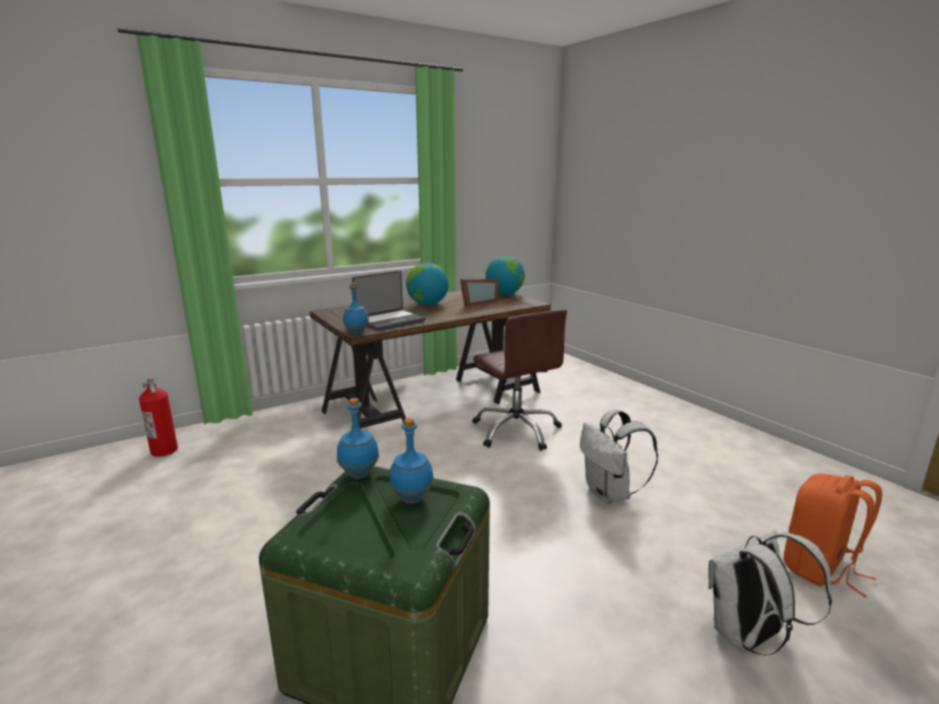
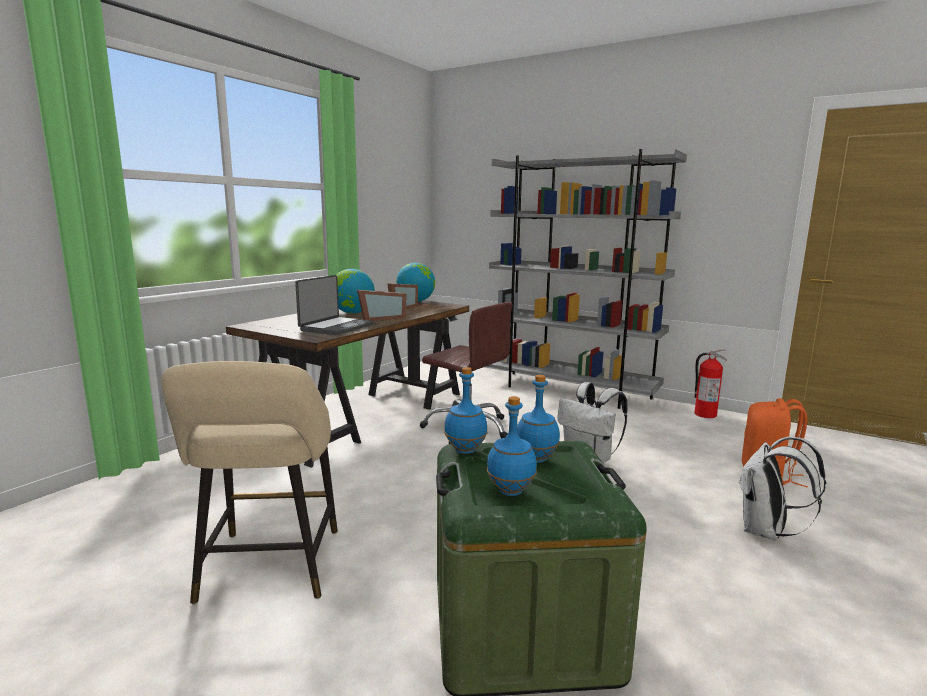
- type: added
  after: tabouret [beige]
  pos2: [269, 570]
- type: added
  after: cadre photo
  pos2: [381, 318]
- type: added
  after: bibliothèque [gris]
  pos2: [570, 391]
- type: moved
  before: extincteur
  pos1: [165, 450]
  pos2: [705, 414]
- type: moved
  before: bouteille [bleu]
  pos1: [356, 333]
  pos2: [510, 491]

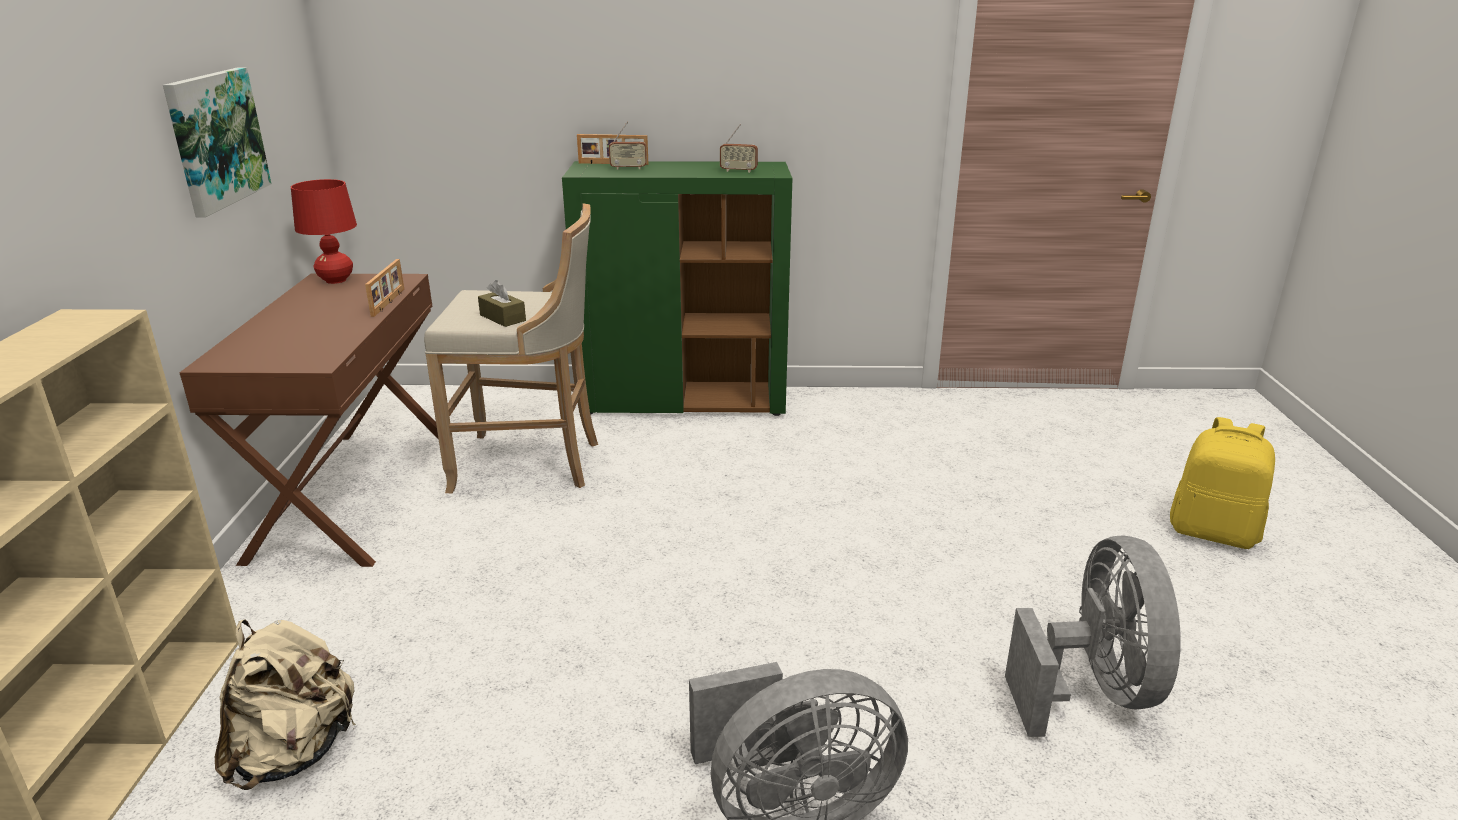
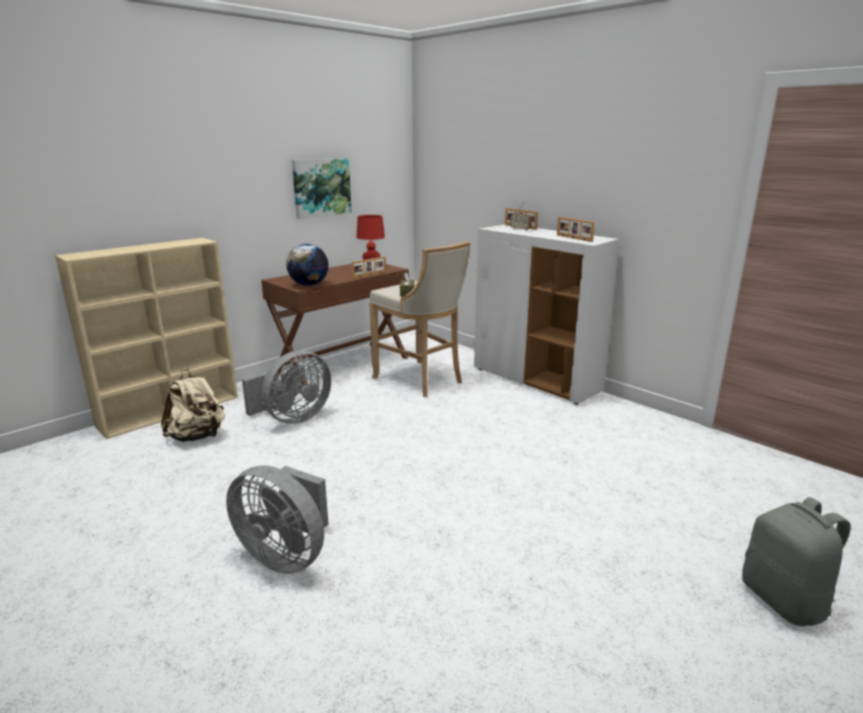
- type: added
  after: globe
  pos2: [308, 285]
- type: moved
  before: ventilateur [gris]
  pos1: [1092, 690]
  pos2: [292, 418]
- type: replaced
  before: radio
  after: cadre photo
  pos1: [738, 171]
  pos2: [573, 238]
- type: recoloured
  before: meuble de rangement [vert]
  after: meuble de rangement [blanc]
  pos1: [685, 401]
  pos2: [536, 380]
- type: recoloured
  before: sac à dos [jaune]
  after: sac à dos [gris]
  pos1: [1213, 532]
  pos2: [785, 601]

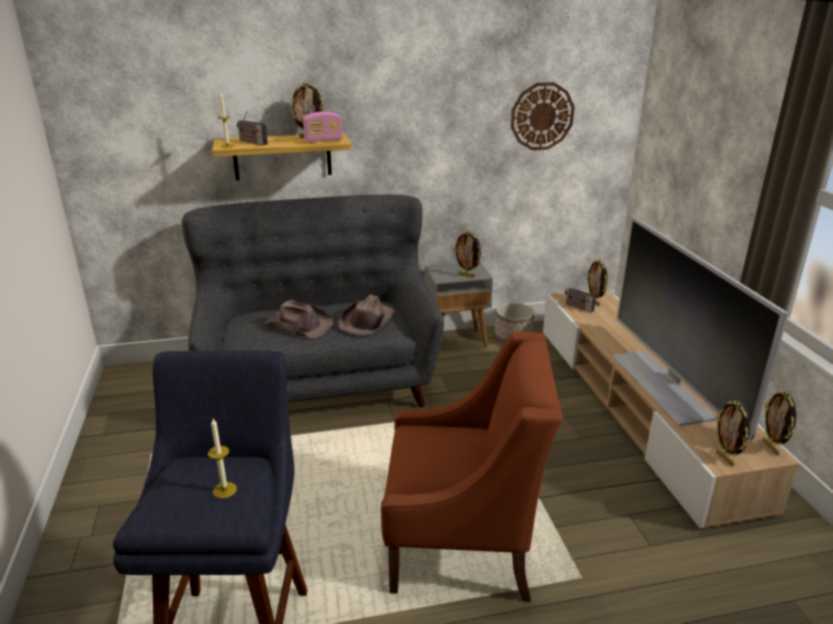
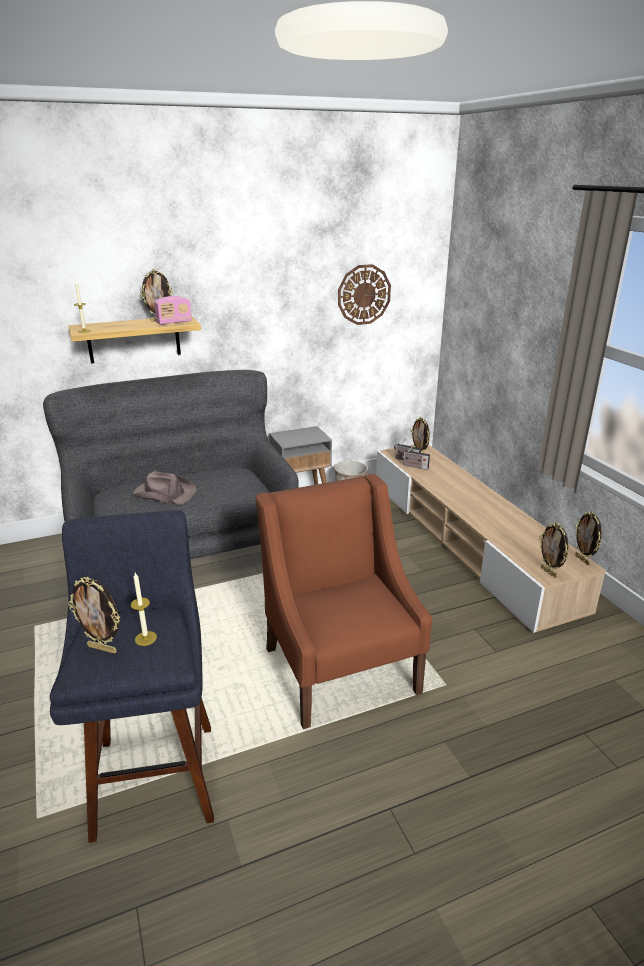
- type: removed
  before: chapeau [marron]
  pos1: [367, 321]
- type: removed
  before: téléviseur
  pos1: [663, 385]
- type: moved
  before: radio
  pos1: [252, 142]
  pos2: [414, 466]
- type: moved
  before: cadre photo
  pos1: [467, 275]
  pos2: [103, 648]
- type: turned
  before: fauteuil [marron]
  pos1: [463, 542]
  pos2: [340, 668]
  turn: -105

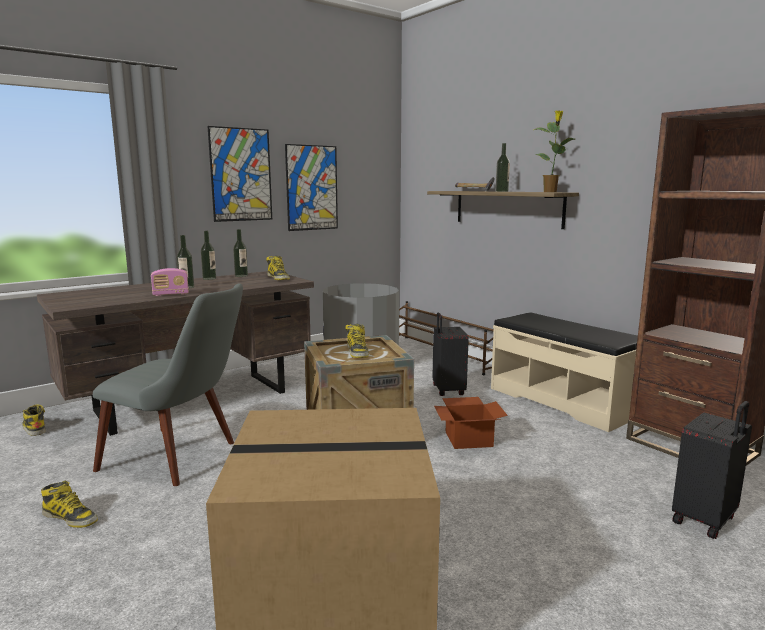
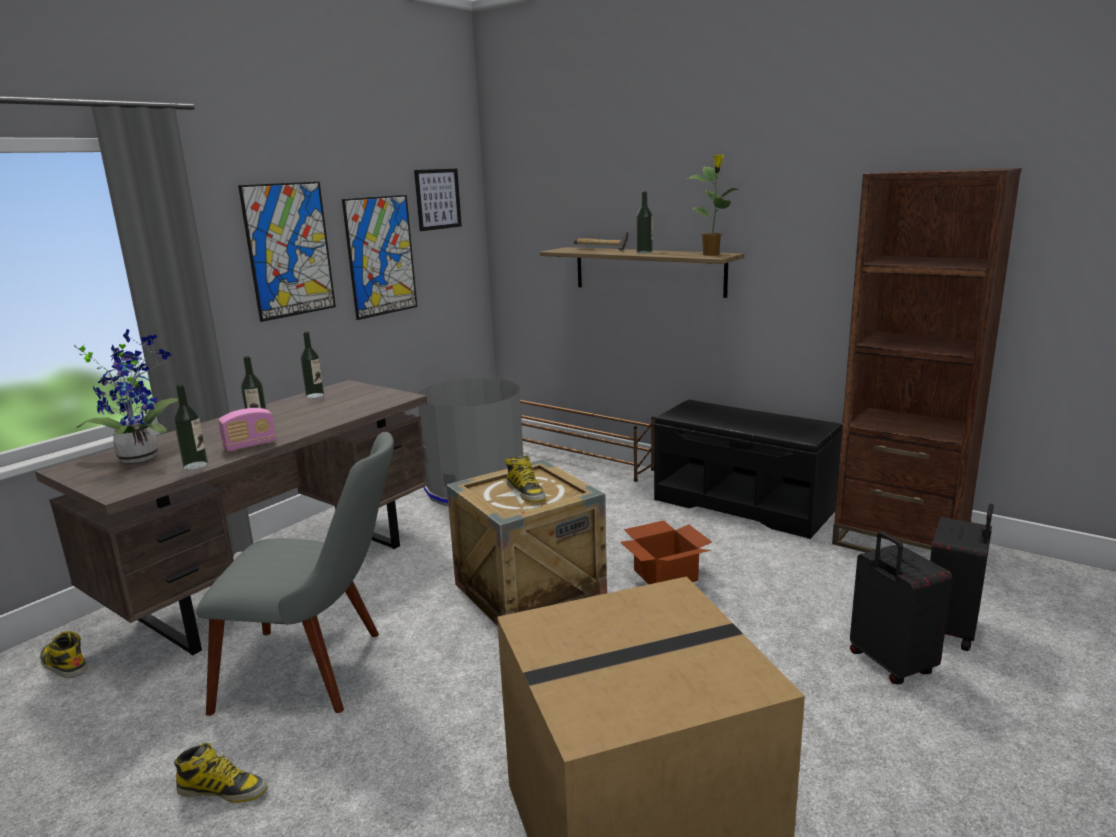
- type: removed
  before: botte
  pos1: [278, 278]
- type: added
  after: plante en pot
  pos2: [141, 456]
- type: added
  after: tableau
  pos2: [438, 199]
- type: moved
  before: bouteille
  pos1: [209, 278]
  pos2: [195, 465]
- type: moved
  before: valise [noir]
  pos1: [447, 390]
  pos2: [889, 664]
- type: recoloured
  before: banc [beige]
  after: banc [noir]
  pos1: [563, 401]
  pos2: [743, 504]

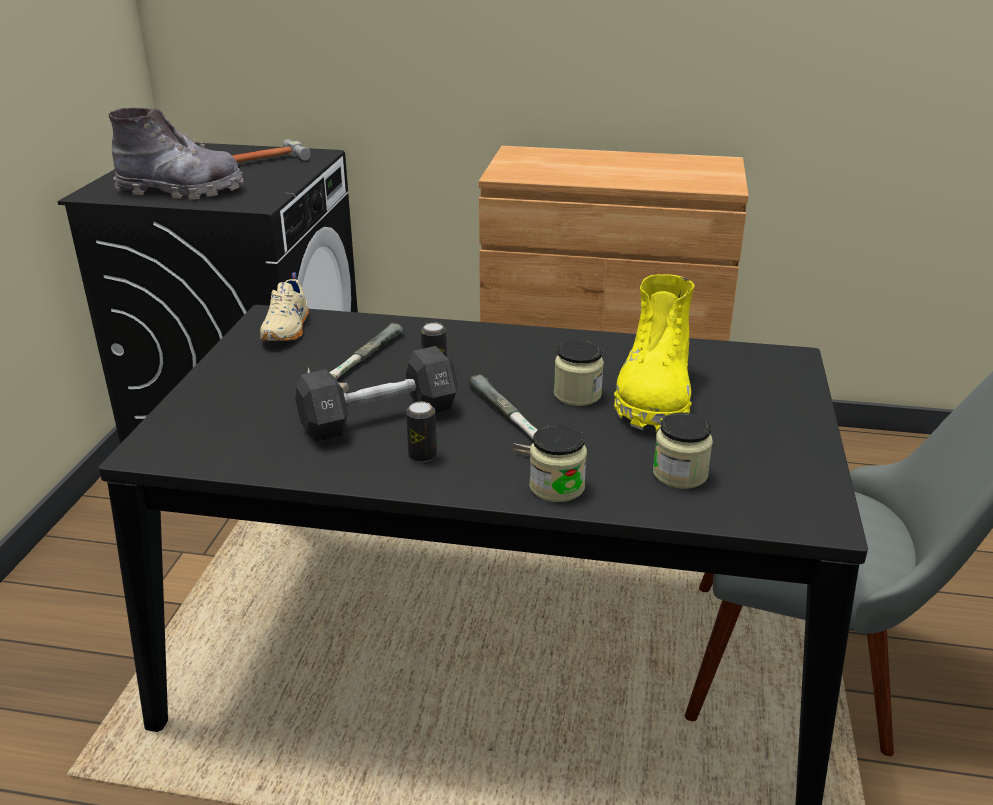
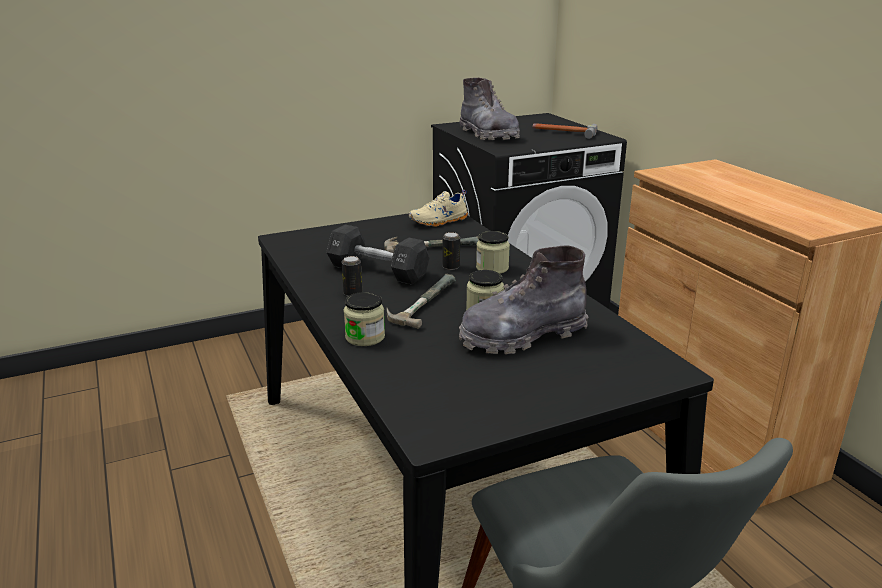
- type: moved
  before: bocal
  pos1: [680, 474]
  pos2: [492, 268]
- type: recoloured
  before: botte [jaune]
  after: botte [gris]
  pos1: [654, 396]
  pos2: [522, 336]

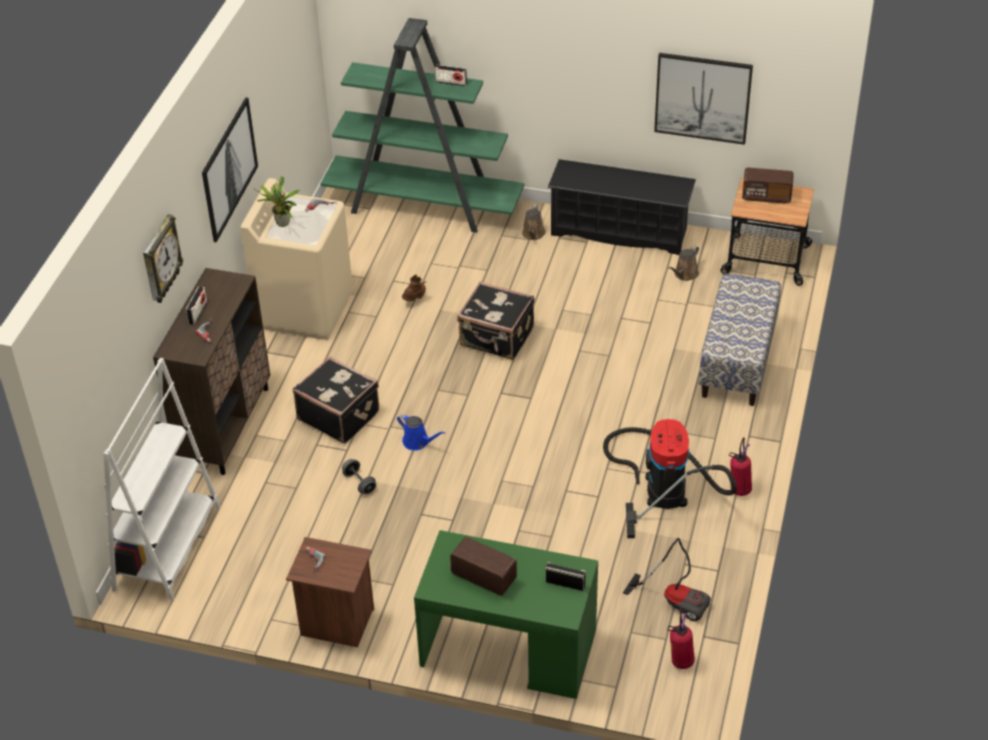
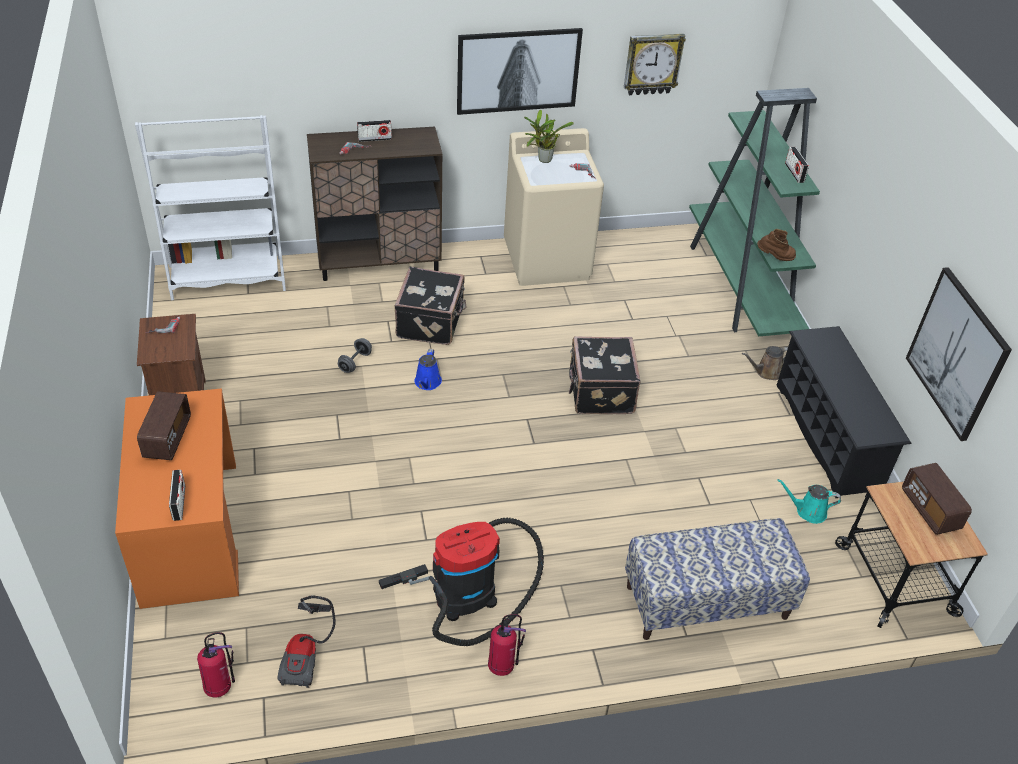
- type: moved
  before: horloge murale
  pos1: [160, 260]
  pos2: [652, 63]
- type: moved
  before: botte [marron]
  pos1: [415, 299]
  pos2: [775, 257]
- type: recoloured
  before: bureau [vert]
  after: bureau [orange]
  pos1: [508, 648]
  pos2: [190, 532]
- type: recoloured
  before: arrosoir [marron]
  after: arrosoir [turquoise]
  pos1: [685, 274]
  pos2: [808, 511]

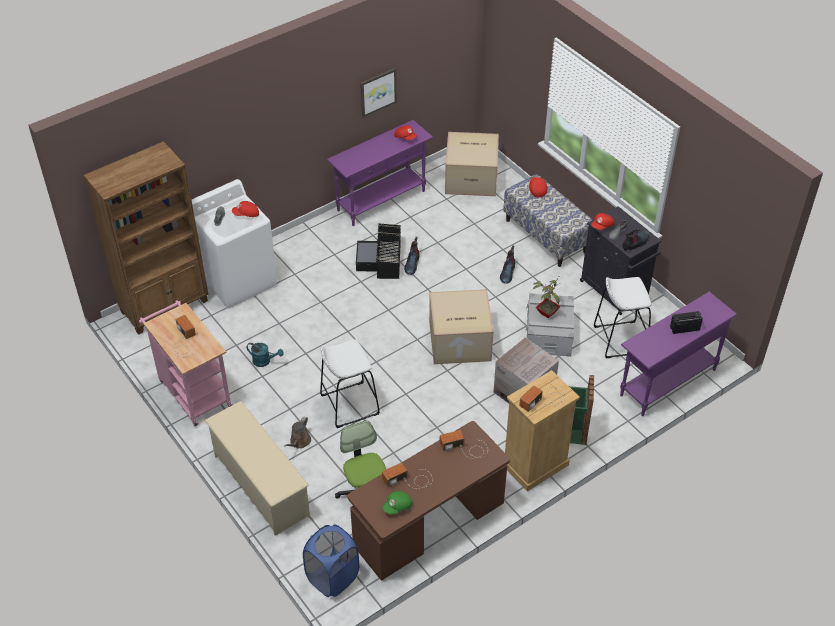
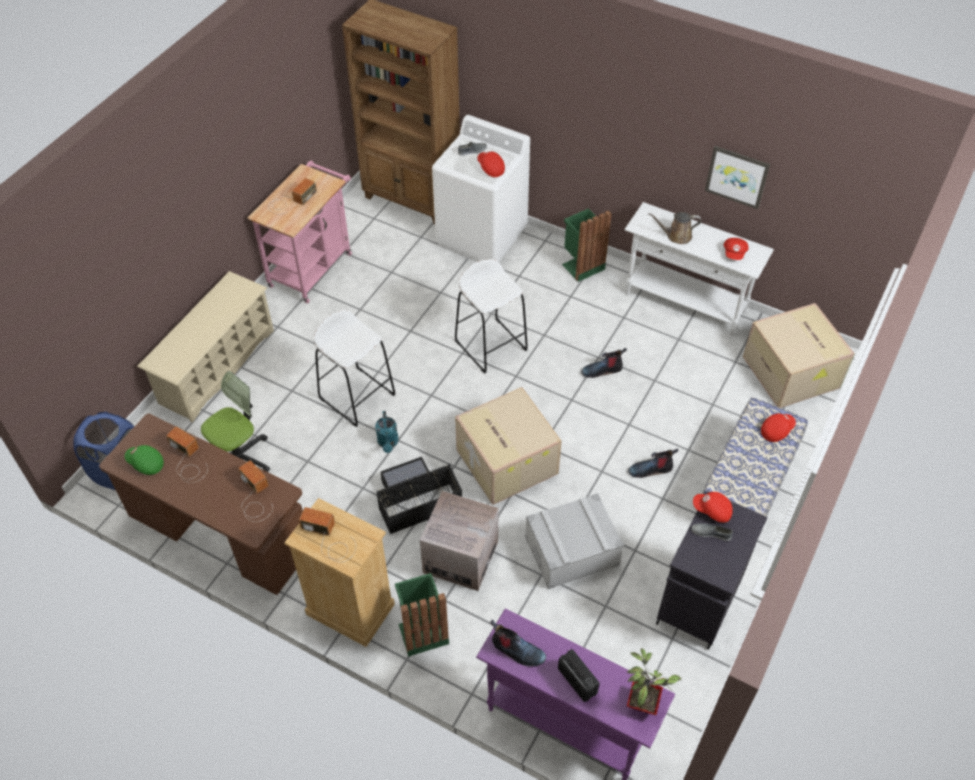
- type: added
  after: poubelle [vert]
  pos2: [582, 265]
- type: moved
  before: arrosoir [turquoise]
  pos1: [264, 361]
  pos2: [388, 443]
- type: moved
  before: arrosoir [marron]
  pos1: [299, 442]
  pos2: [676, 236]
- type: moved
  before: boîte de rangement [noir]
  pos1: [382, 260]
  pos2: [415, 500]
- type: moved
  before: plante en pot
  pos1: [546, 312]
  pos2: [643, 701]
- type: moved
  before: tabouret [blanc]
  pos1: [620, 339]
  pos2: [491, 345]
- type: moved
  before: botte
  pos1: [635, 243]
  pos2: [517, 651]
- type: recoloured
  before: table console [violet]
  after: table console [blanc]
  pos1: [381, 201]
  pos2: [685, 303]

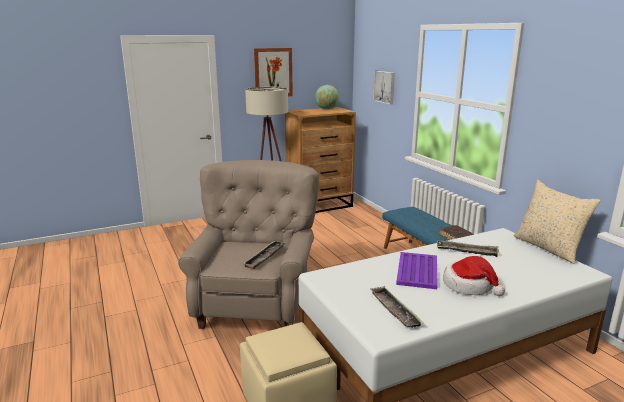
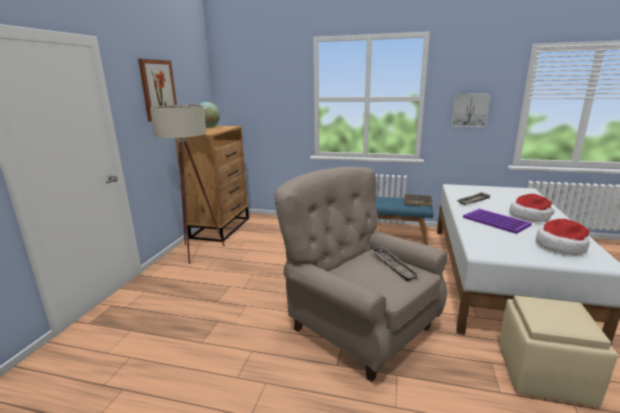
- type: removed
  before: coussin [beige]
  pos1: [548, 248]
- type: moved
  before: tableau
  pos1: [385, 87]
  pos2: [469, 110]
- type: replaced
  before: plateau
  after: chapeau
  pos1: [394, 310]
  pos2: [561, 246]

